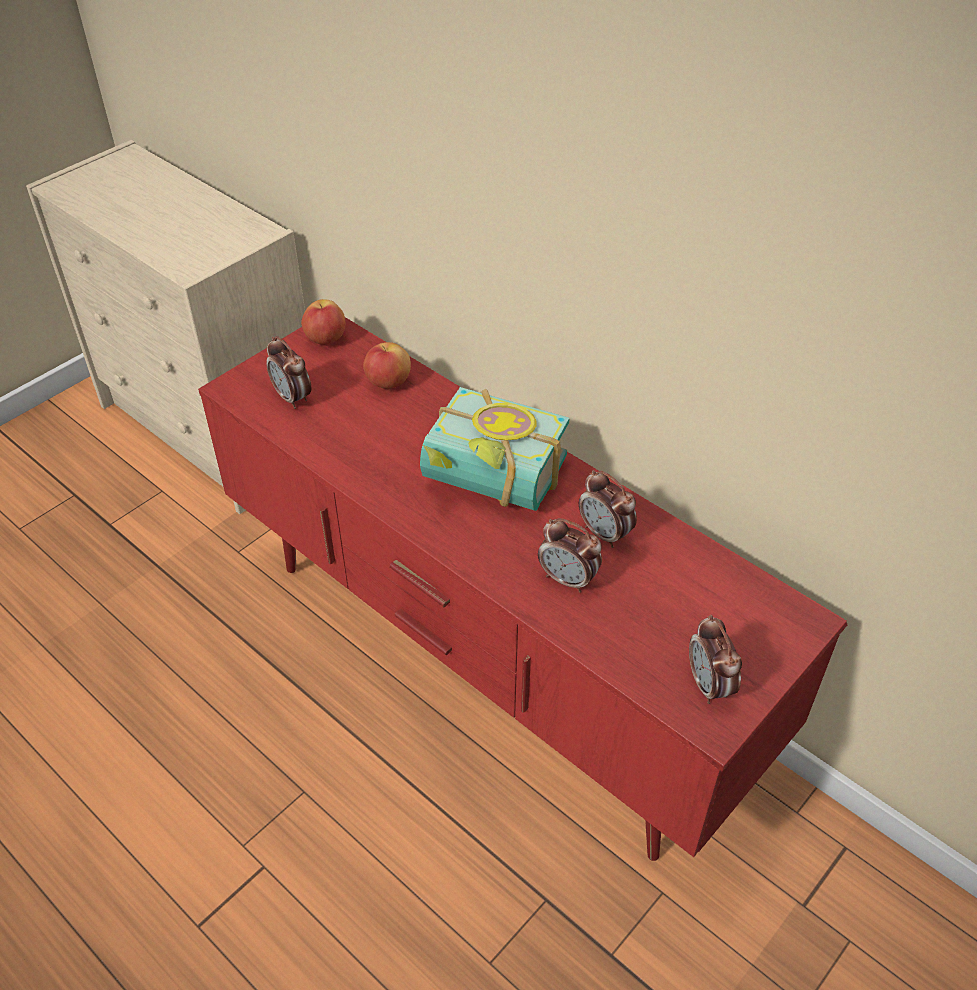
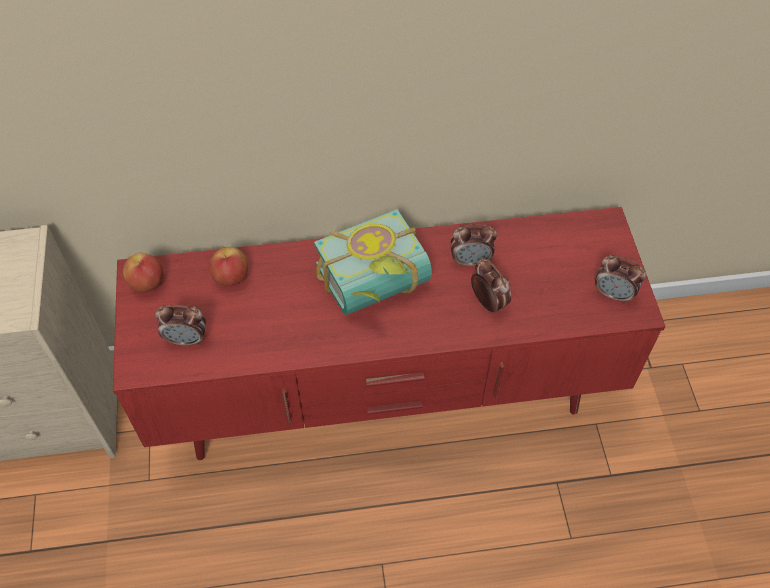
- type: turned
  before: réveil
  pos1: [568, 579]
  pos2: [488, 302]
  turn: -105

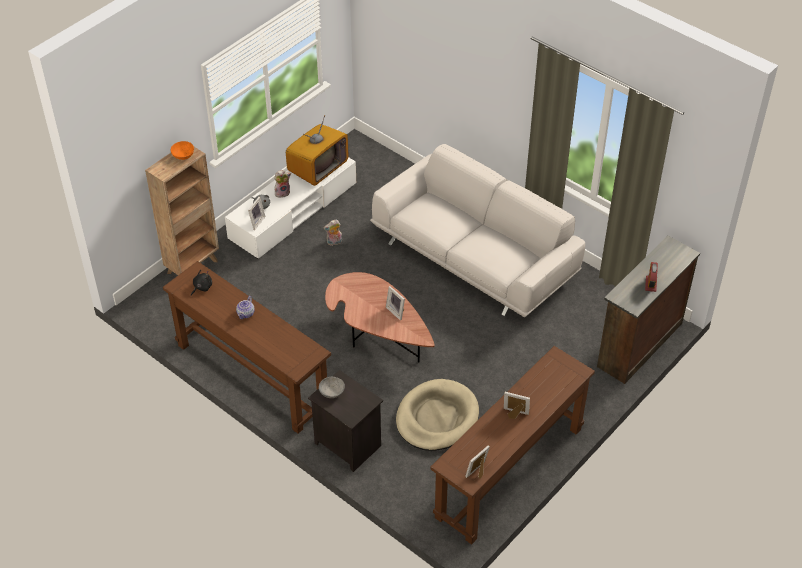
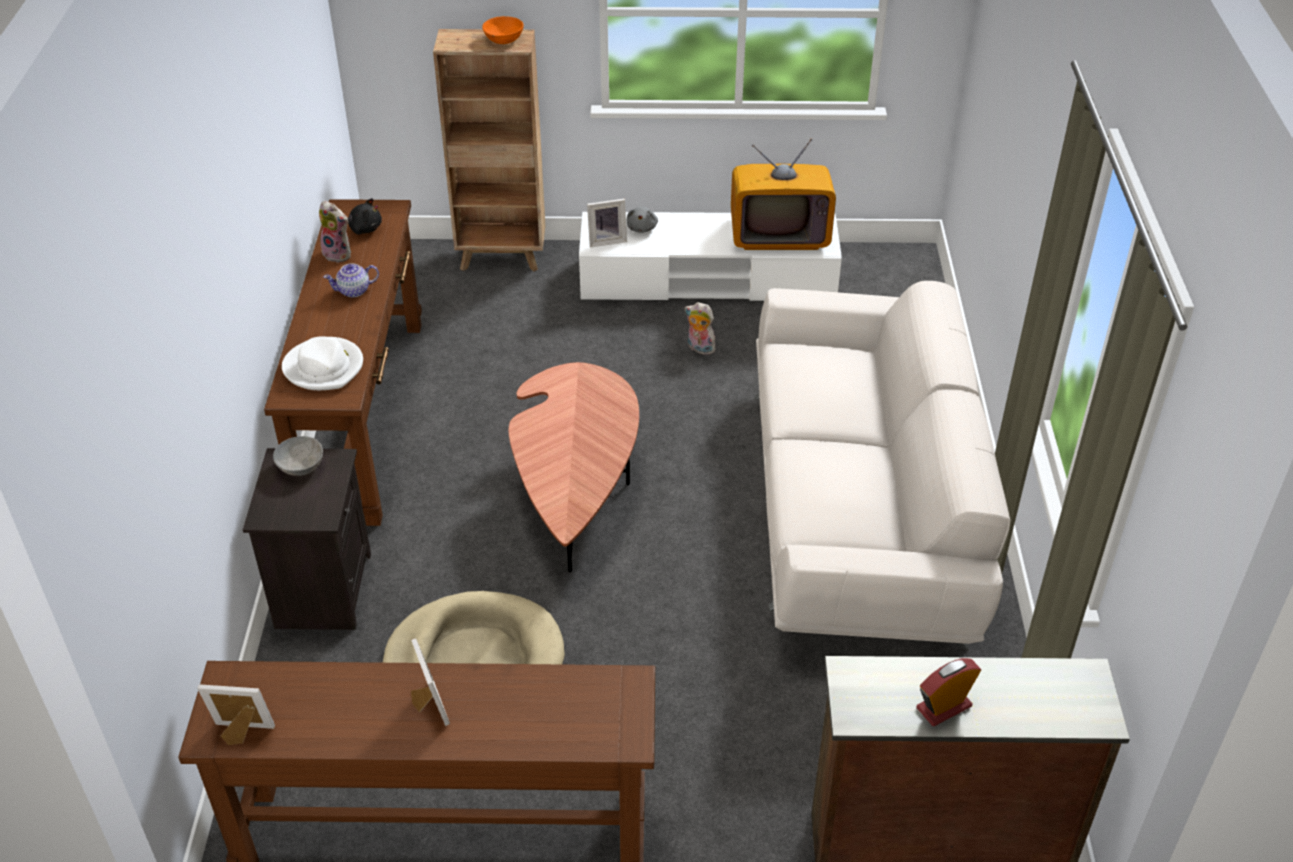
- type: removed
  before: cadre photo
  pos1: [396, 311]
- type: added
  after: chapeau [blanc]
  pos2: [324, 367]
- type: moved
  before: peluche
  pos1: [282, 192]
  pos2: [339, 254]

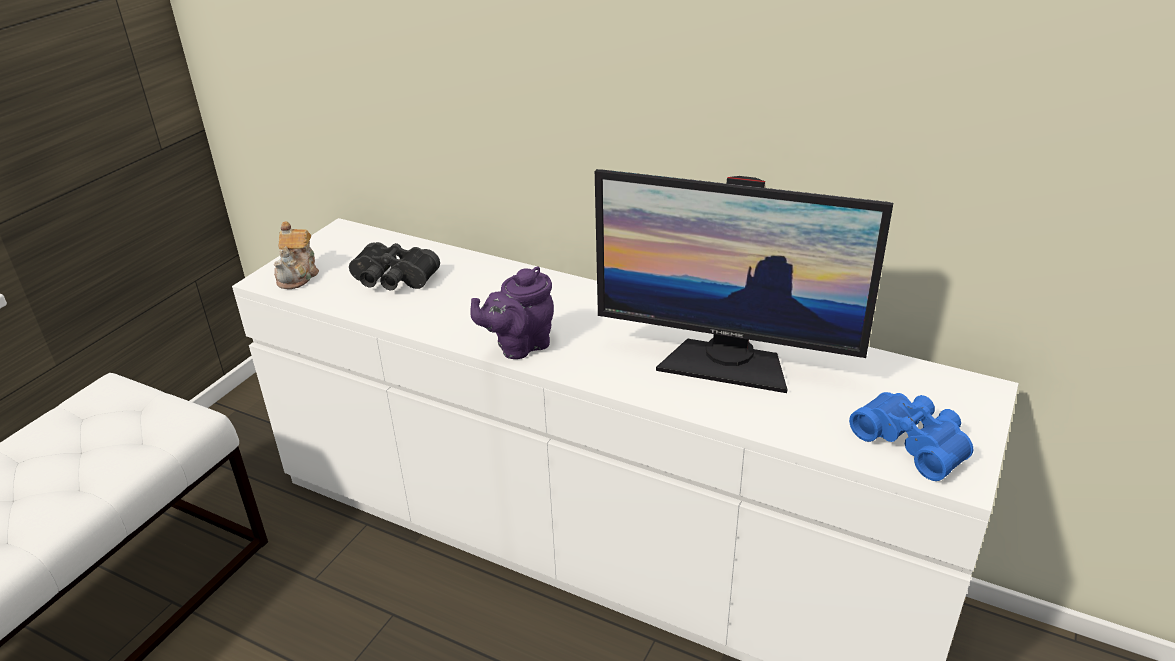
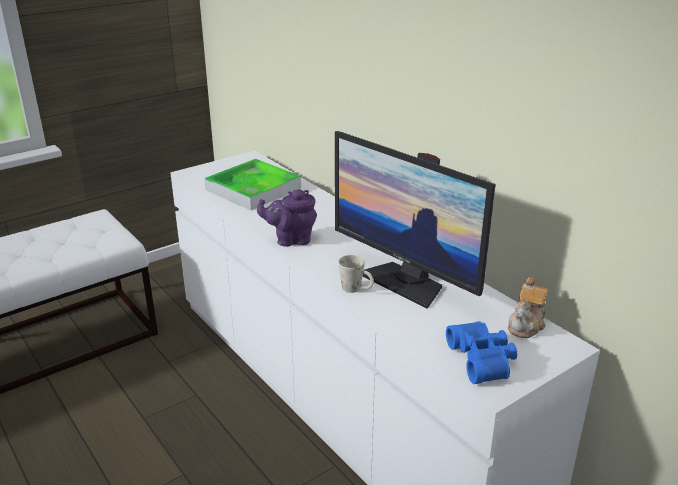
- type: added
  after: mug [blanc]
  pos2: [356, 289]
- type: moved
  before: théière
  pos1: [299, 275]
  pos2: [527, 325]
- type: replaced
  before: jumelles [noir]
  after: plateau
  pos1: [392, 280]
  pos2: [253, 189]

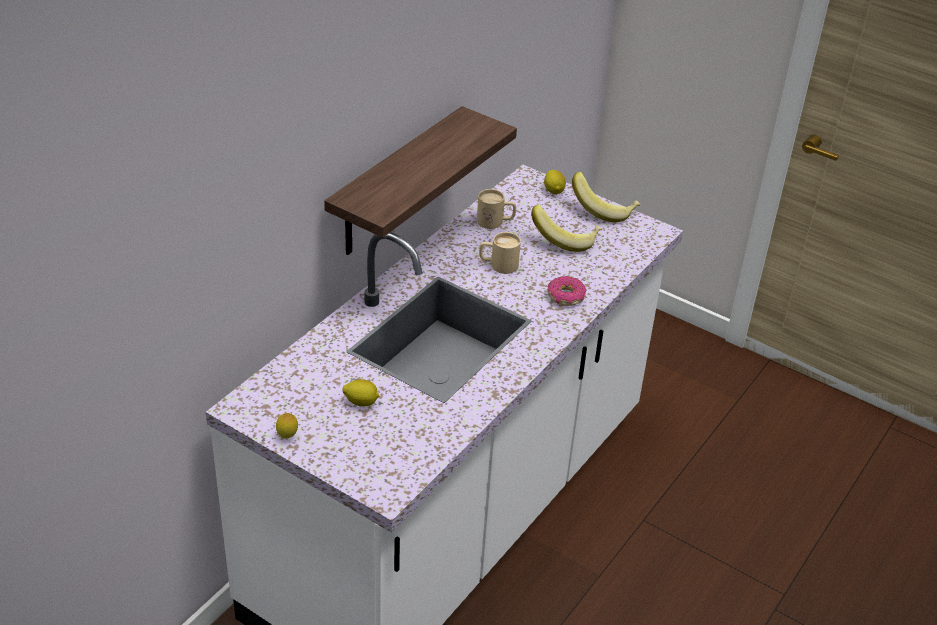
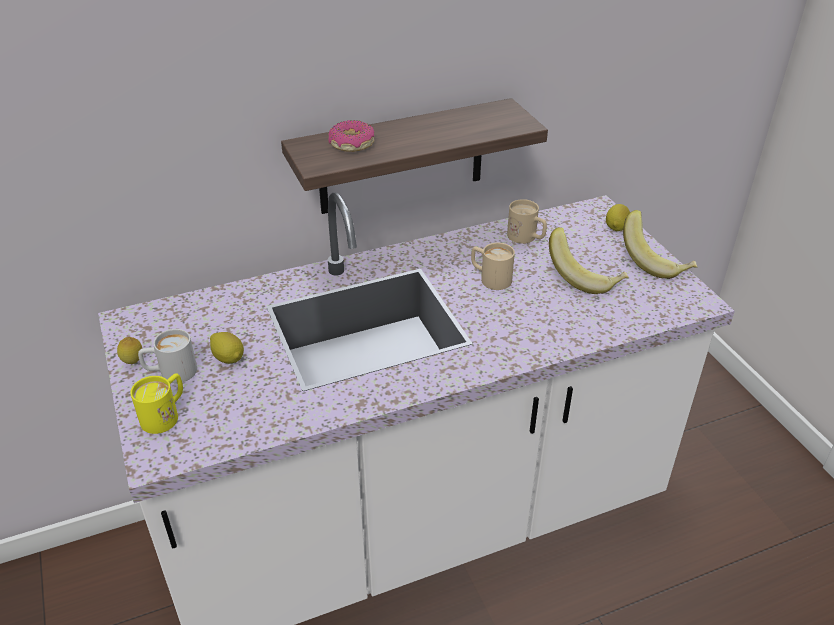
- type: added
  after: mug [jaune]
  pos2: [165, 414]
- type: added
  after: mug [blanc]
  pos2: [171, 372]
- type: moved
  before: beignet
  pos1: [565, 297]
  pos2: [351, 144]

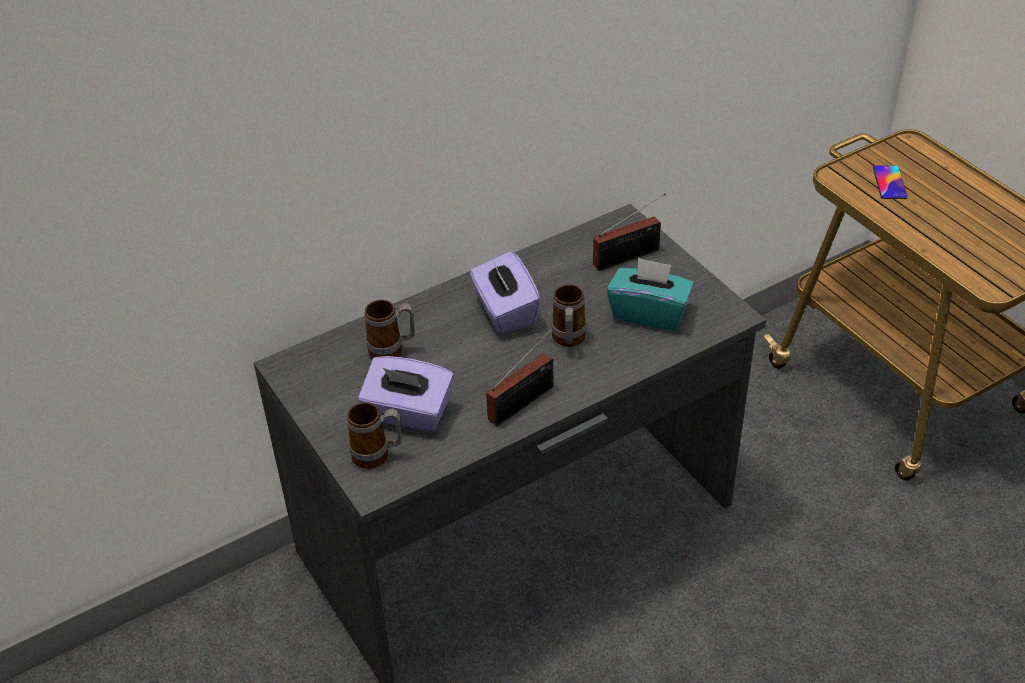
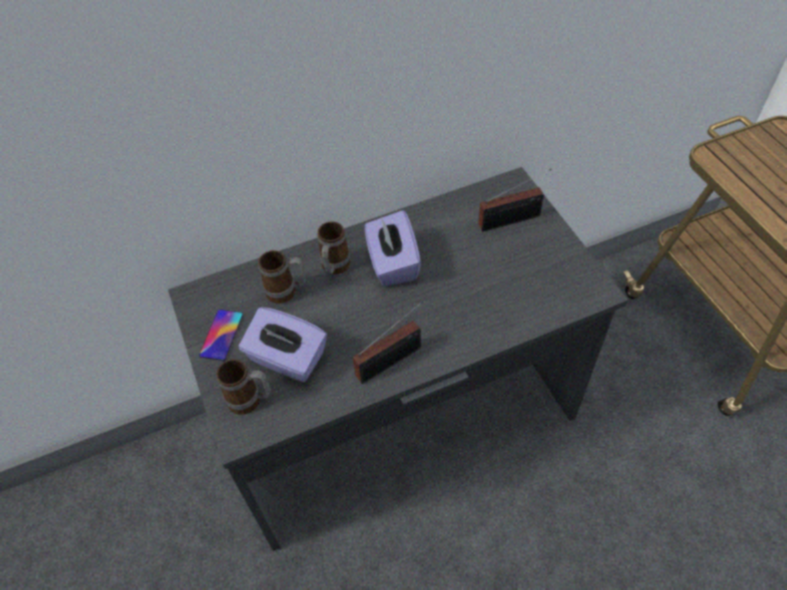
- type: removed
  before: boîte à mouchoirs [turquoise]
  pos1: [649, 313]
- type: moved
  before: mug
  pos1: [568, 341]
  pos2: [334, 268]
- type: moved
  before: téléphone
  pos1: [889, 182]
  pos2: [221, 335]

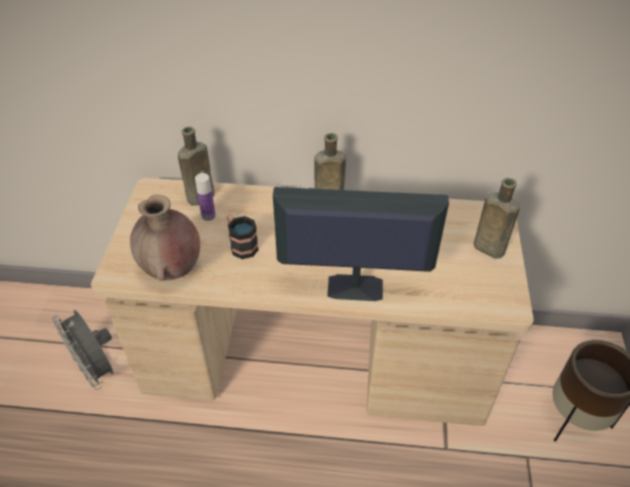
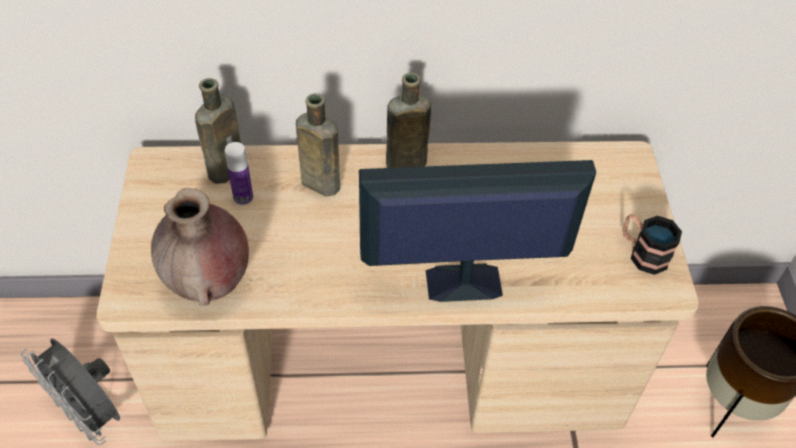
- type: moved
  before: mug
  pos1: [241, 245]
  pos2: [642, 253]
- type: moved
  before: bouteille [marron]
  pos1: [486, 247]
  pos2: [318, 182]

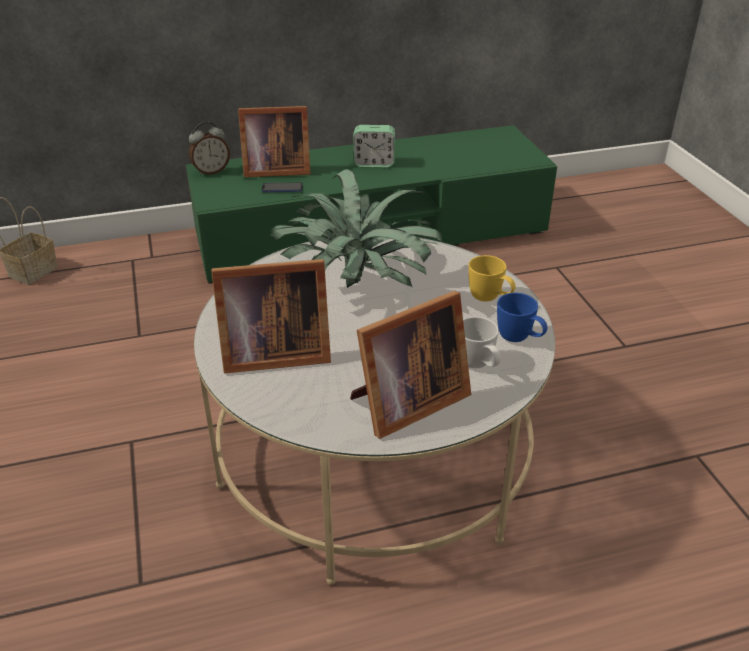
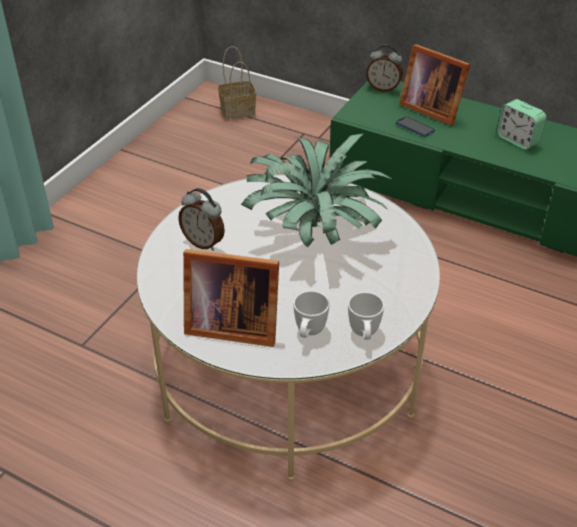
- type: removed
  before: mug [jaune]
  pos1: [490, 299]
- type: replaced
  before: cadre photo
  after: réveil
  pos1: [271, 353]
  pos2: [204, 242]
- type: recoloured
  before: mug [bleu]
  after: mug [blanc]
  pos1: [519, 339]
  pos2: [364, 334]

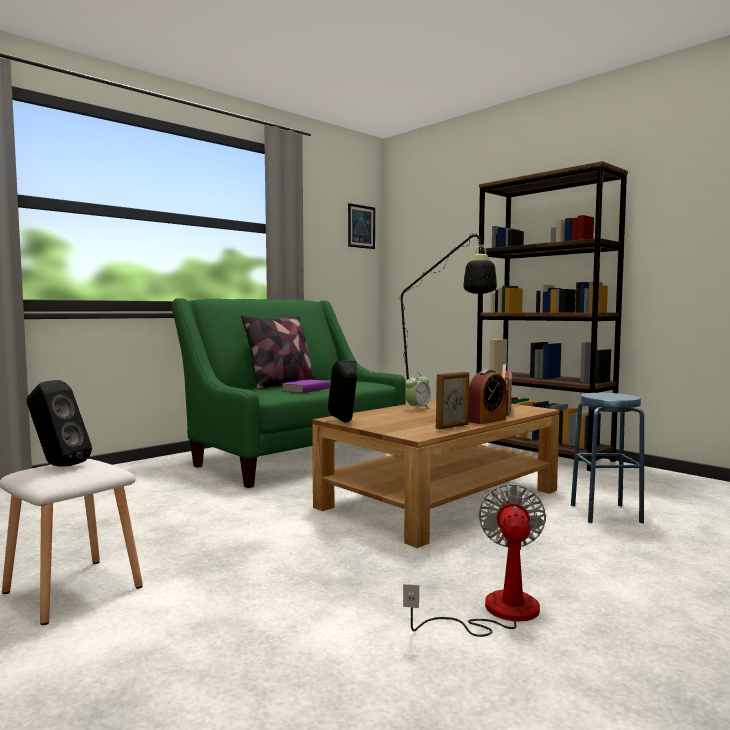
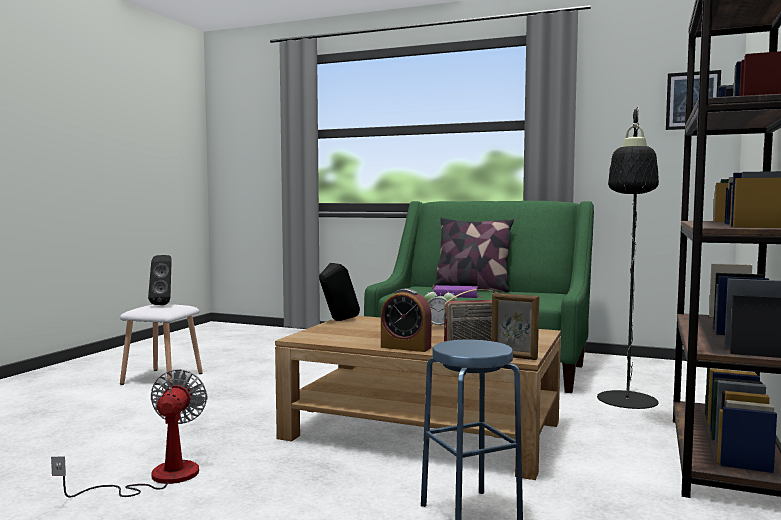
- type: moved
  before: cadre photo
  pos1: [453, 426]
  pos2: [513, 357]
- type: turned
  before: ventilateur
  pos1: [495, 612]
  pos2: [157, 478]
  turn: -75

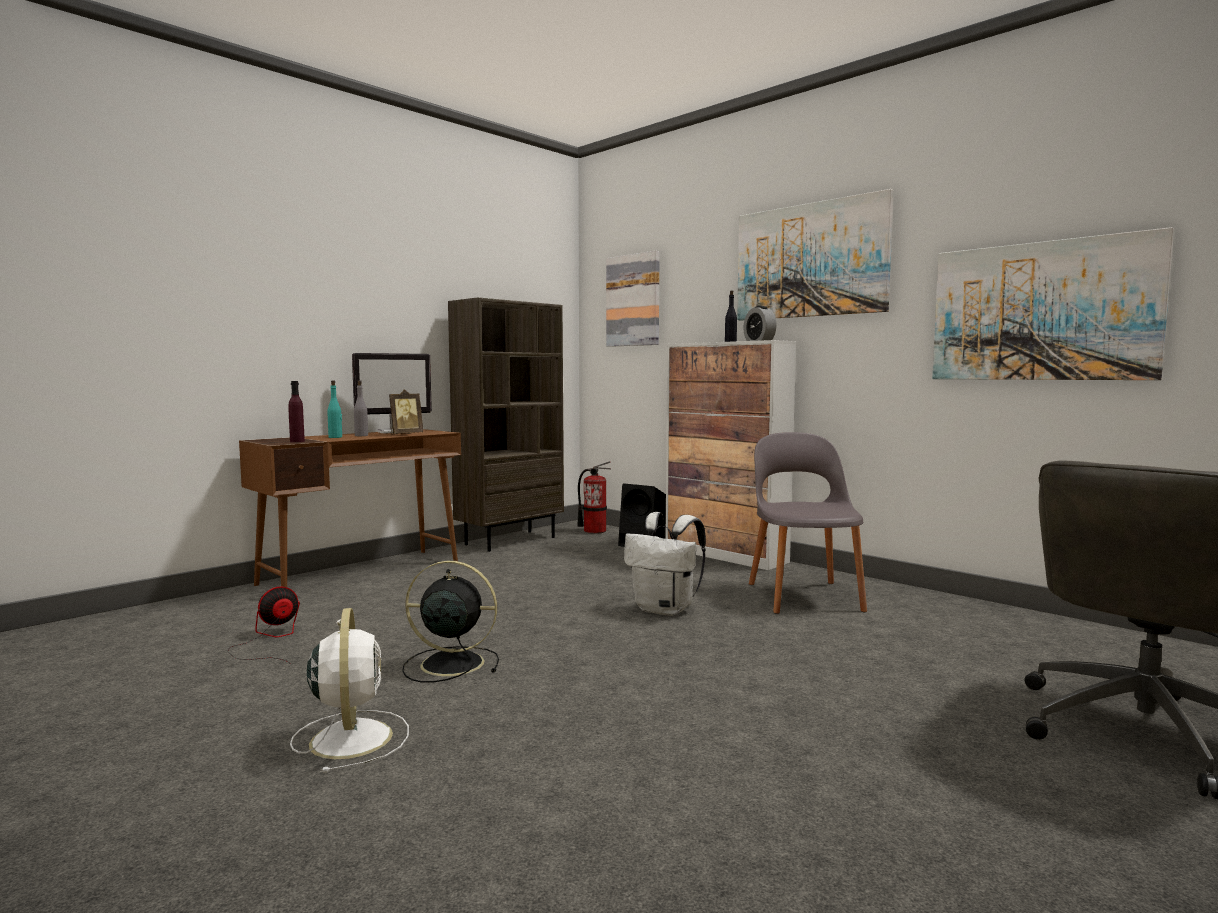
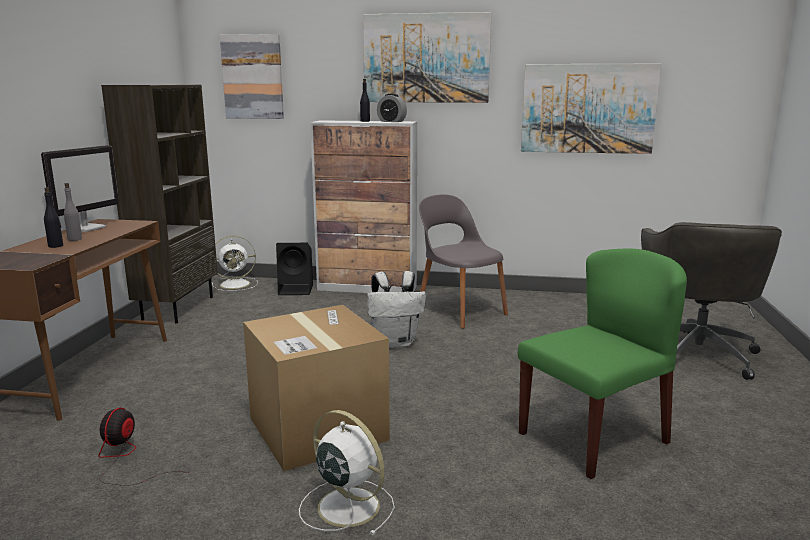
- type: removed
  before: bouteille [violet]
  pos1: [297, 441]
- type: removed
  before: cadre photo
  pos1: [405, 434]
- type: added
  after: chaise [vert]
  pos2: [593, 437]
- type: replaced
  before: ventilateur [noir]
  after: carton
  pos1: [449, 664]
  pos2: [318, 429]
- type: replaced
  before: extincteur
  after: ventilateur [blanc]
  pos1: [594, 531]
  pos2: [236, 284]
- type: recoloured
  before: bouteille [turquoise]
  after: bouteille [noir]
  pos1: [335, 437]
  pos2: [56, 246]

